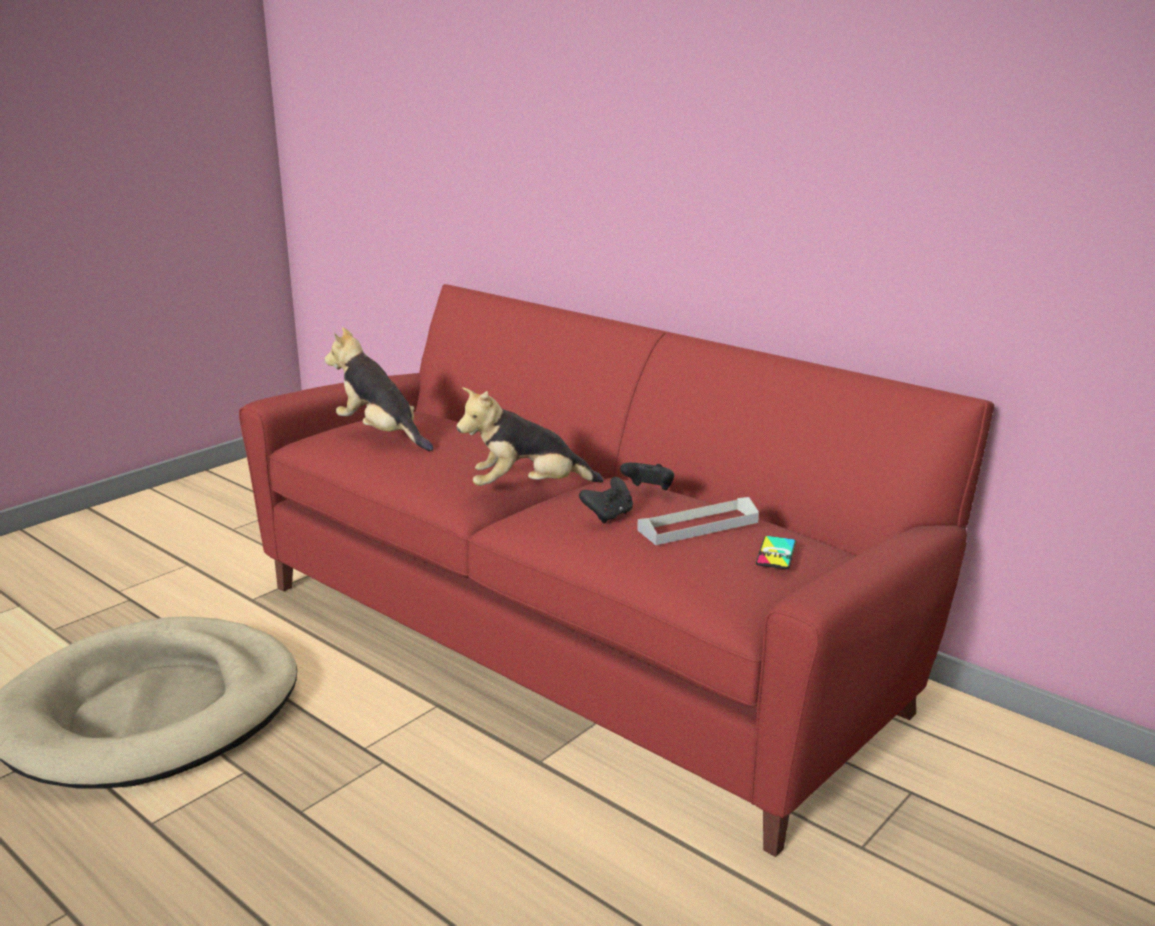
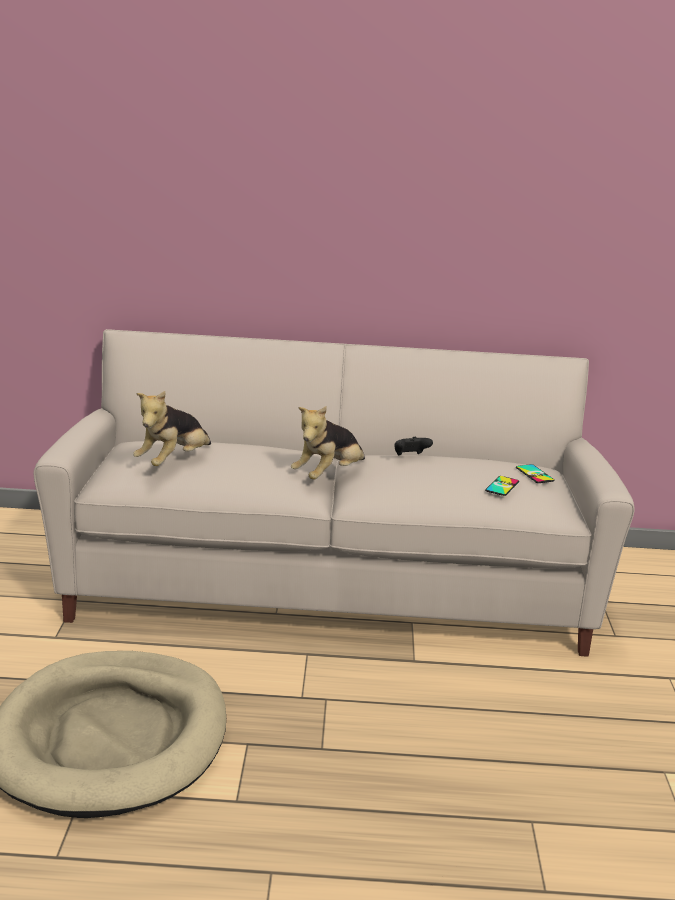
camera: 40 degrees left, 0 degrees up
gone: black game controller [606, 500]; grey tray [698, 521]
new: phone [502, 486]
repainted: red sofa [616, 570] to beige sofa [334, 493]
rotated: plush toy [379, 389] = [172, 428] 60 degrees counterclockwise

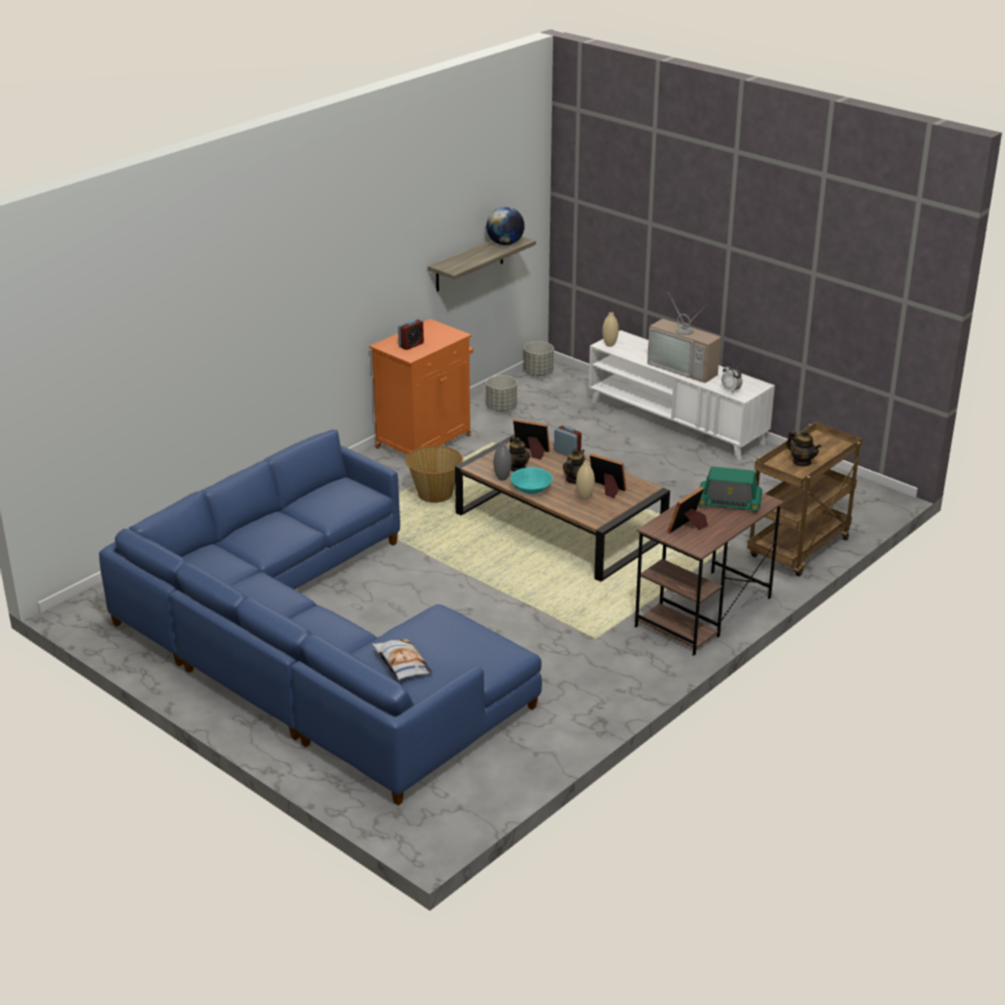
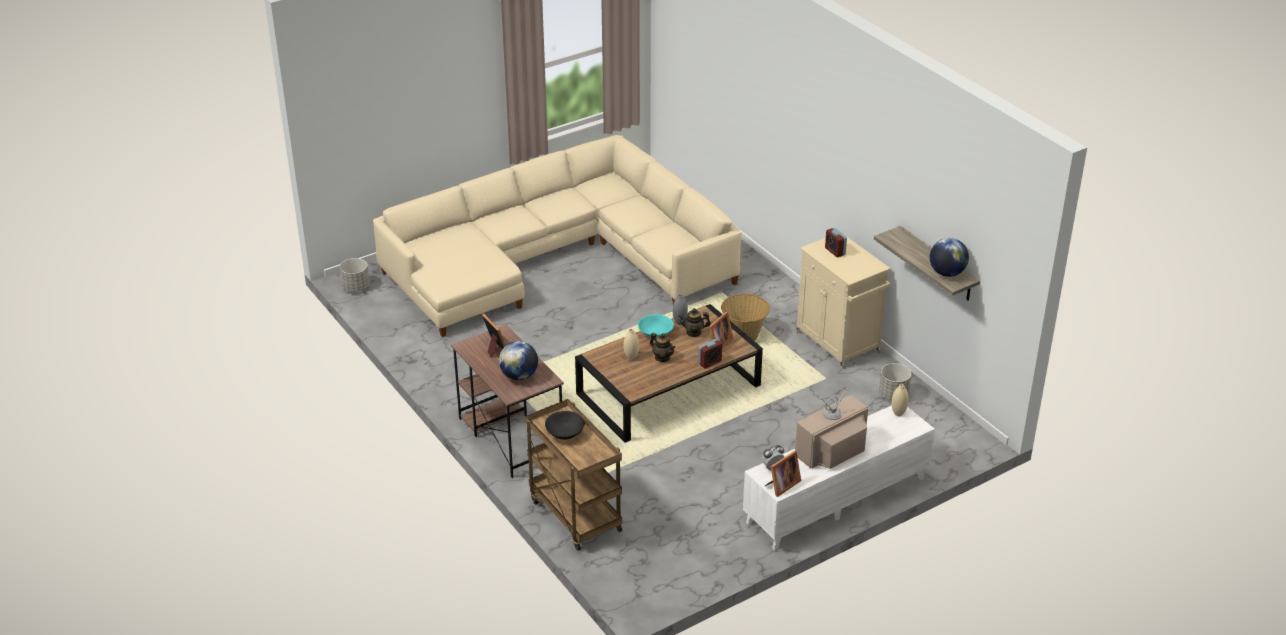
camera: 105 degrees right, 5 degrees up
gone: pillow [402, 659]
shifted: grey planter [539, 358] to [355, 275]; picture frame [608, 476] to [783, 474]
swapped: radio [730, 489] to globe [518, 360]; teapot [803, 448] to black bowl [565, 425]
repainted: blue sofa [320, 617] to beige sofa [557, 236]; orange cabinet [421, 387] to beige cabinet [843, 302]

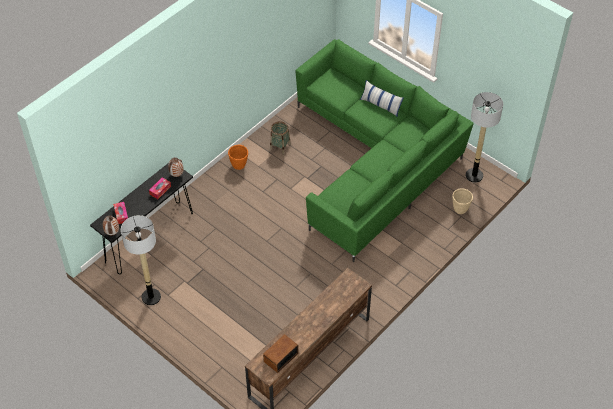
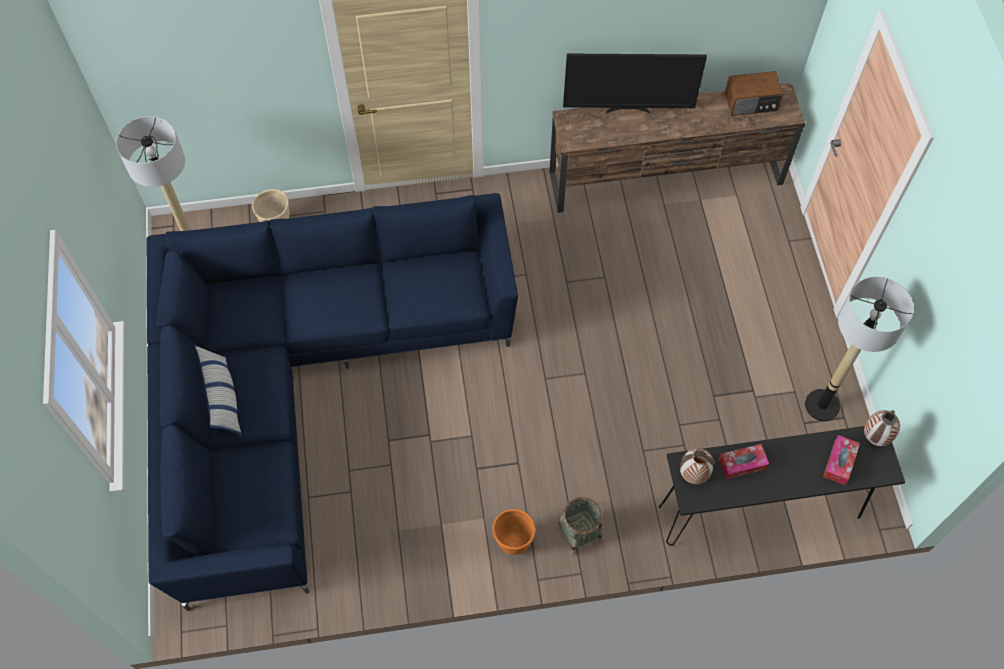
camera: 140 degrees left, 10 degrees up
new: television [635, 84]
shifted: basket [280, 137] to [579, 526]
repainted: green sofa [384, 150] to blue sofa [332, 402]

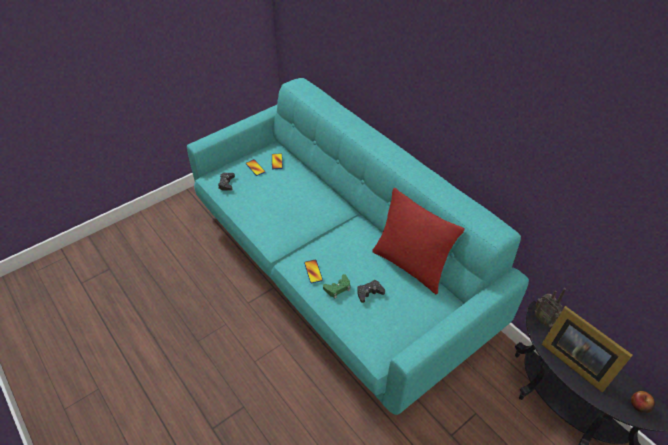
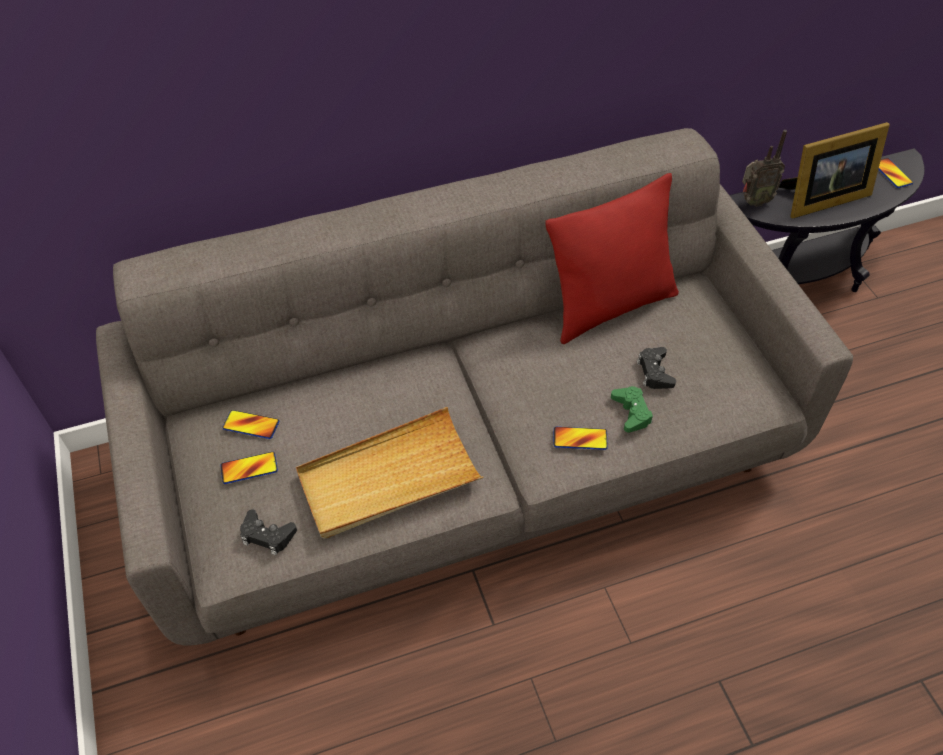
camera: 70 degrees left, 5 degrees up
new: beige tray [389, 472]
swapped: apple [643, 402] to phone [895, 173]
repainted: turquoise sofa [358, 246] to grey sofa [474, 387]

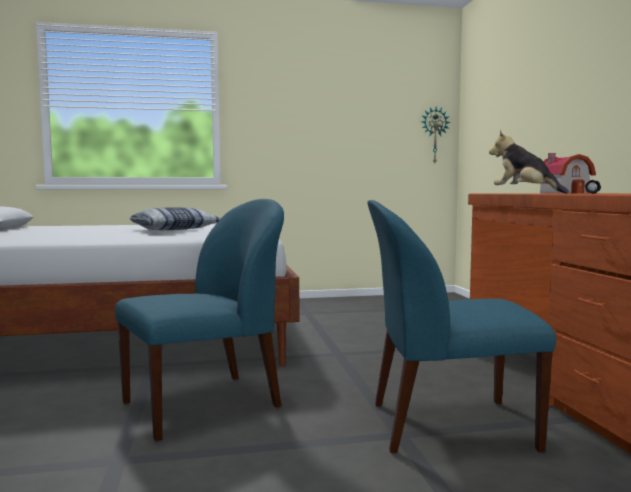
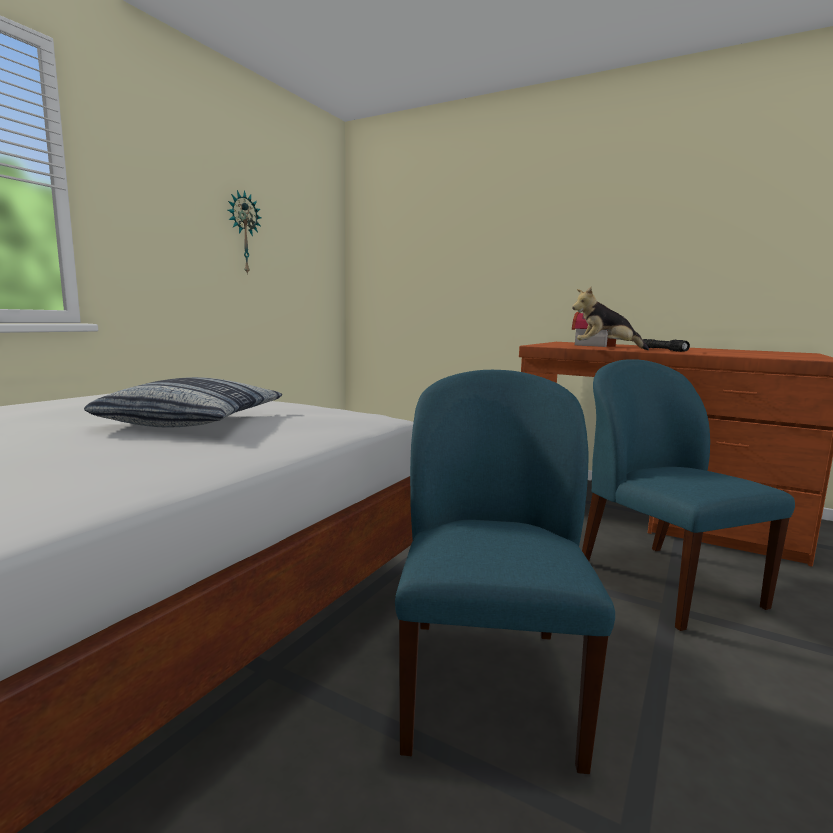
camera: 50 degrees left, 5 degrees up
shifted: wall clock [436, 134] to [244, 232]
rotated: blue chair [461, 326] = [688, 495] 120 degrees clockwise

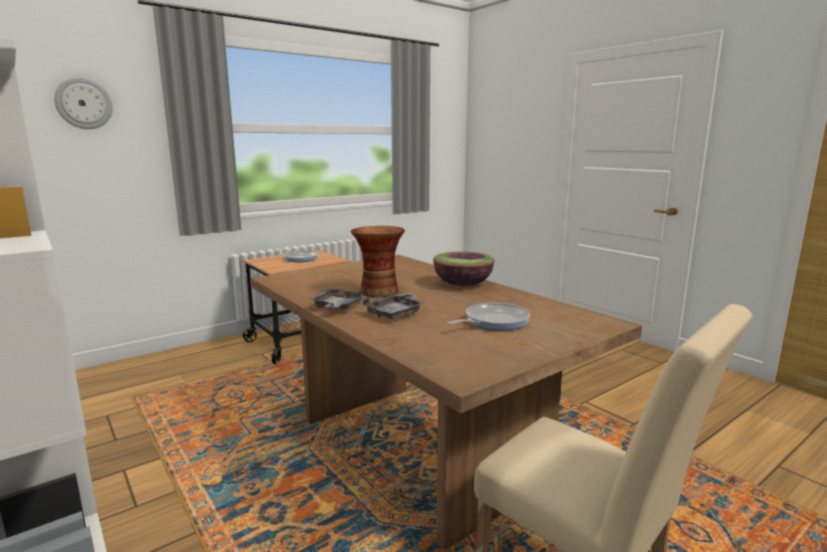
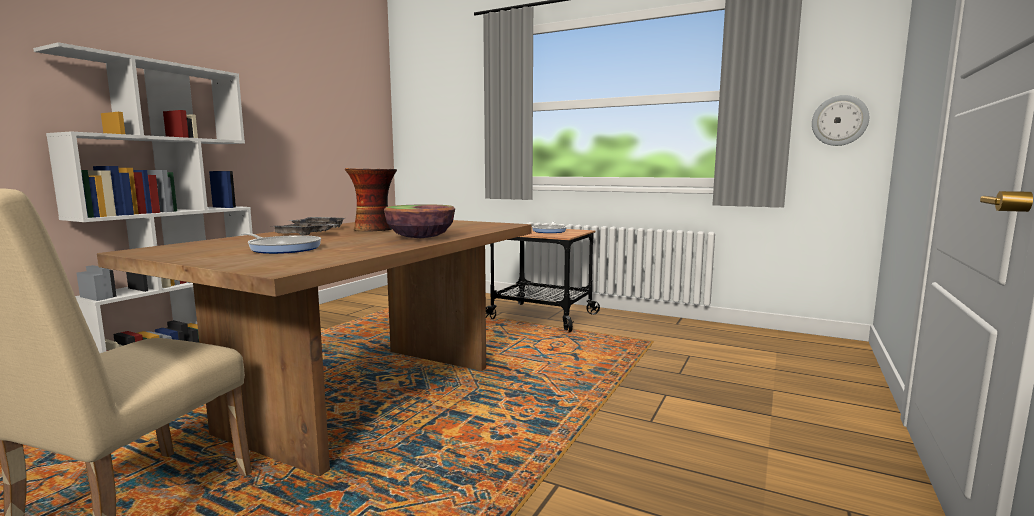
camera: 65 degrees right, 5 degrees down
shifted: wall clock [83, 103] to [840, 120]

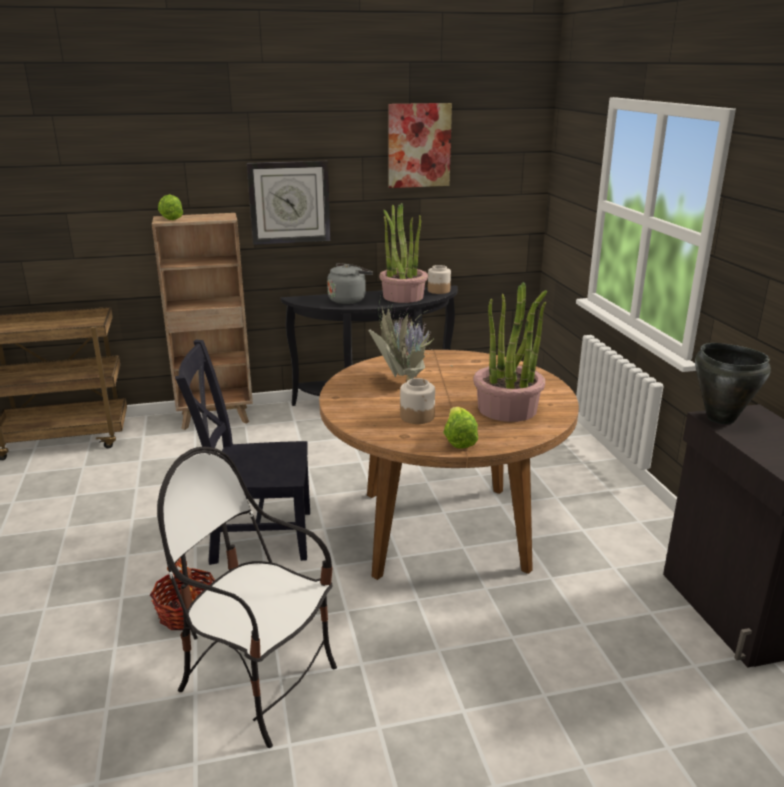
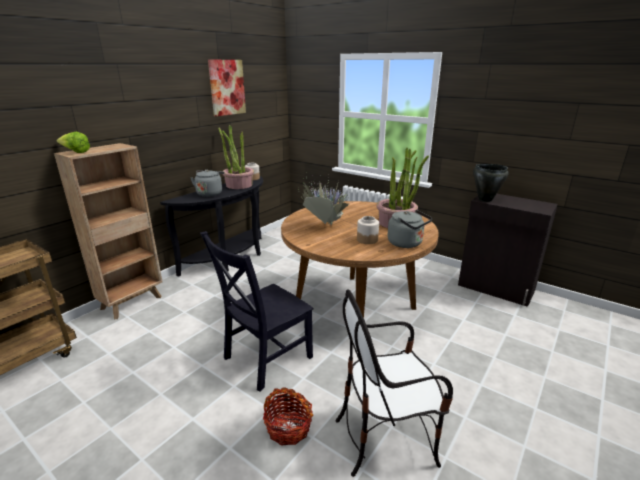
camera: 40 degrees left, 0 degrees up
gone: wall clock [289, 203]
swapped: lettuce [460, 428] to grey kettle [409, 229]

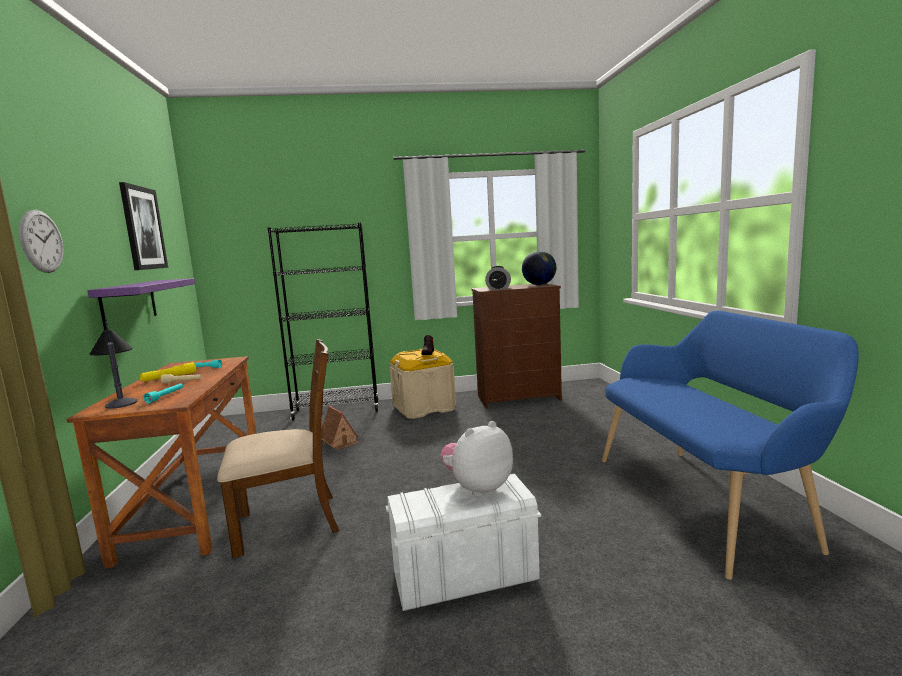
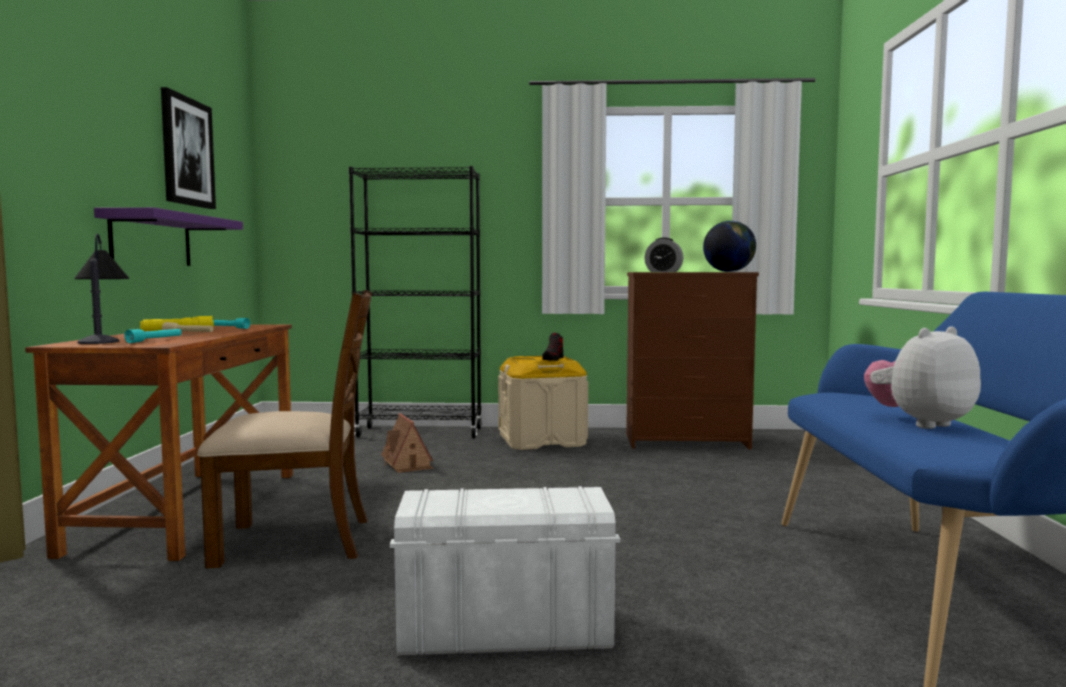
camera: 10 degrees right, 5 degrees down
gone: wall clock [41, 241]
shifted: plush toy [477, 459] to [922, 377]

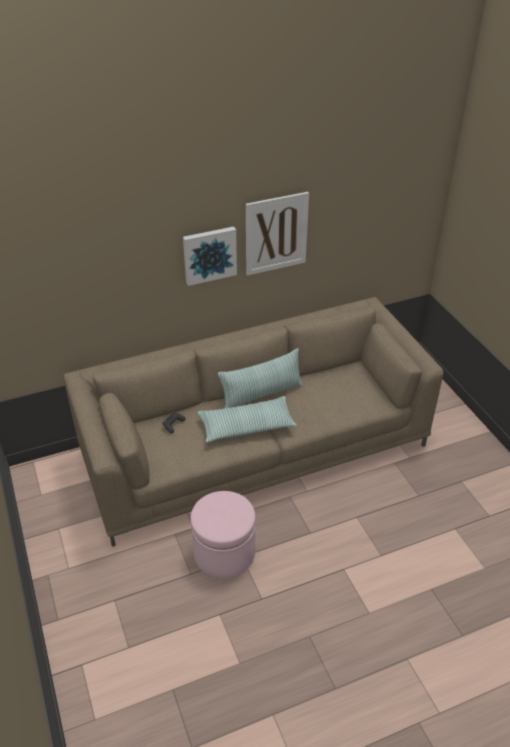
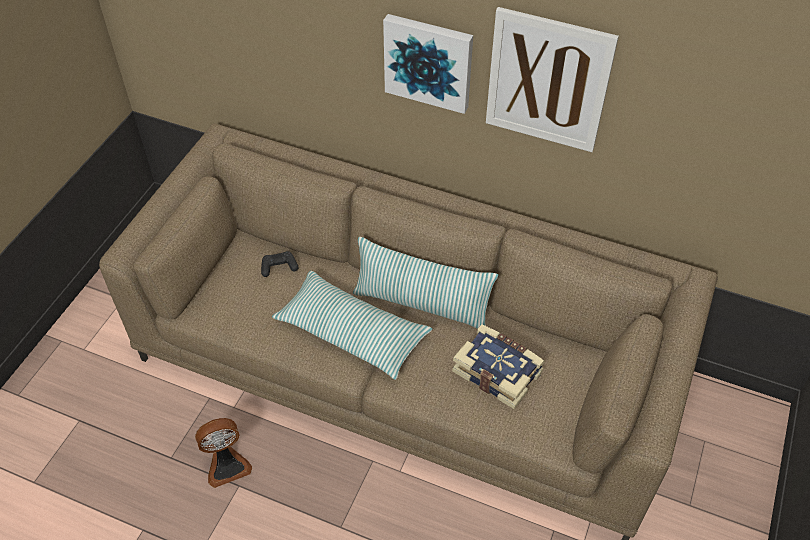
camera: 45 degrees right, 10 degrees up
new: book [498, 366]
swapped: pink ottoman [223, 535] to fan [223, 453]

